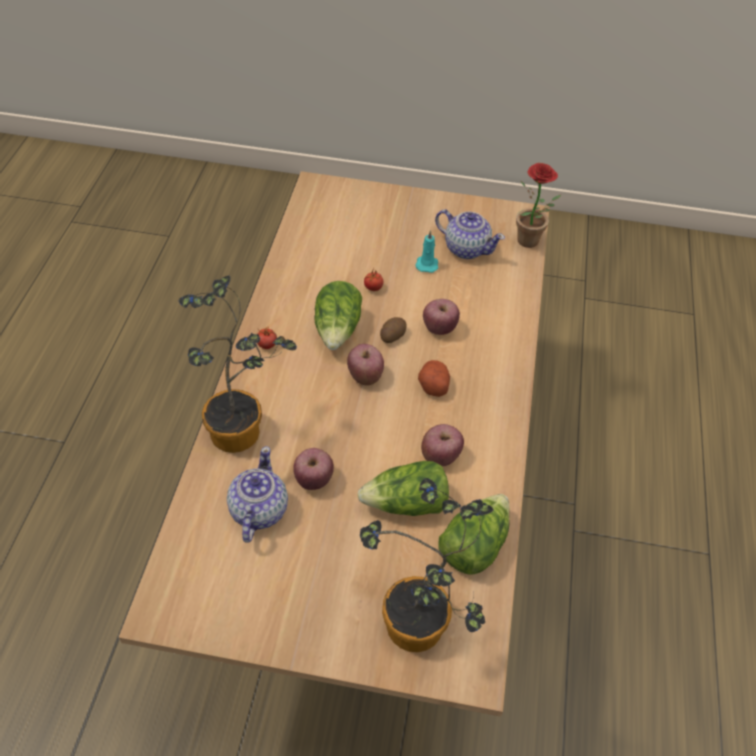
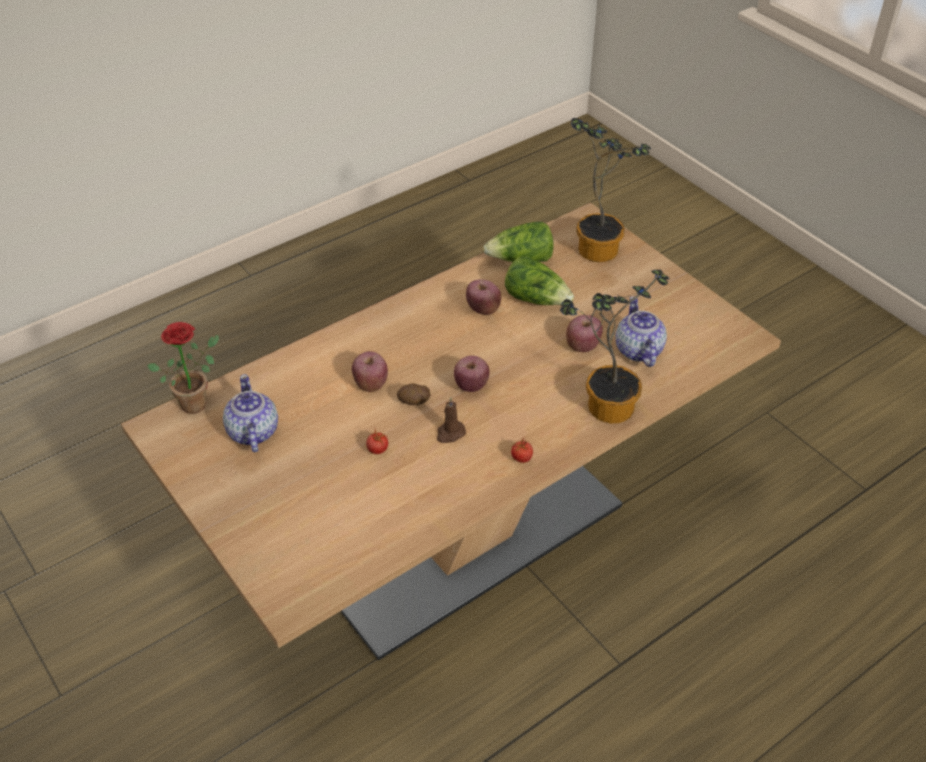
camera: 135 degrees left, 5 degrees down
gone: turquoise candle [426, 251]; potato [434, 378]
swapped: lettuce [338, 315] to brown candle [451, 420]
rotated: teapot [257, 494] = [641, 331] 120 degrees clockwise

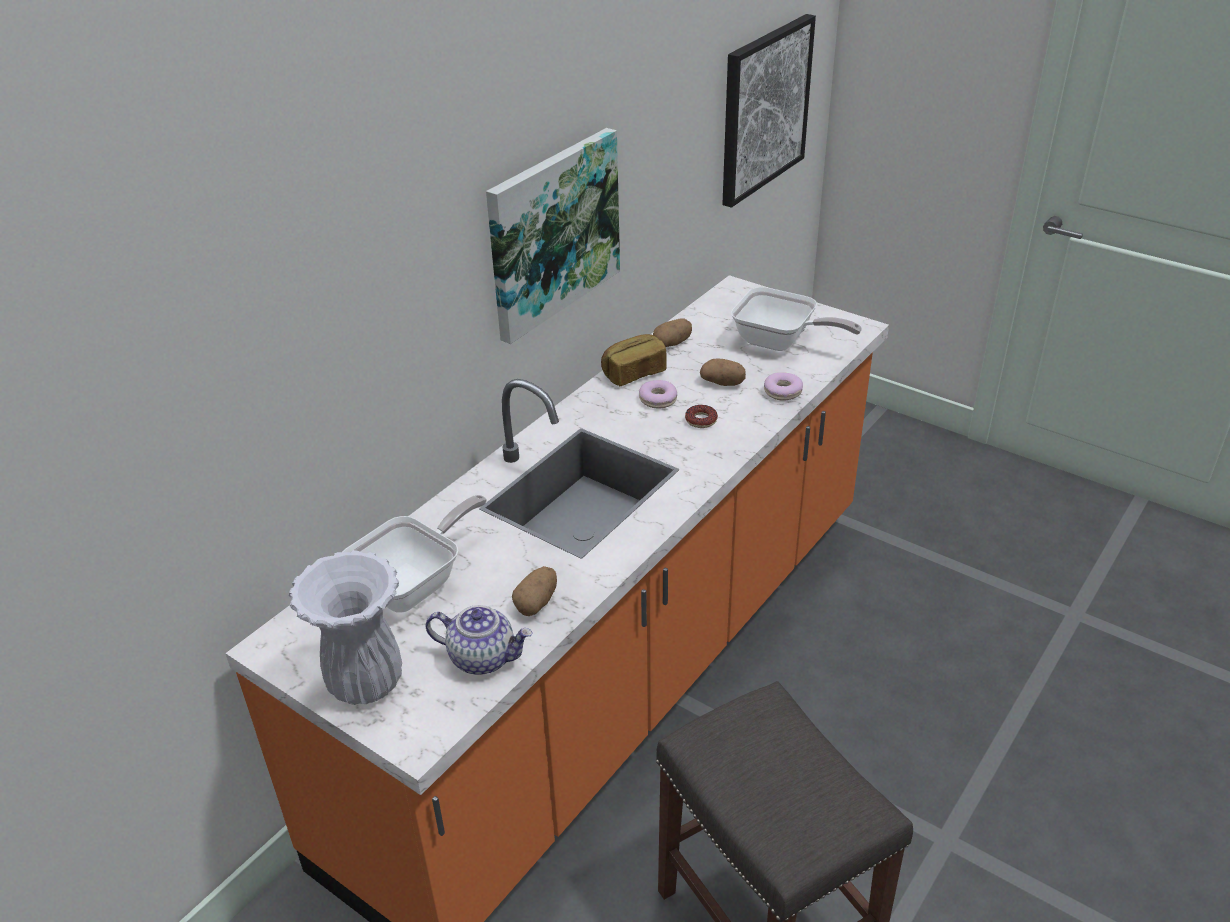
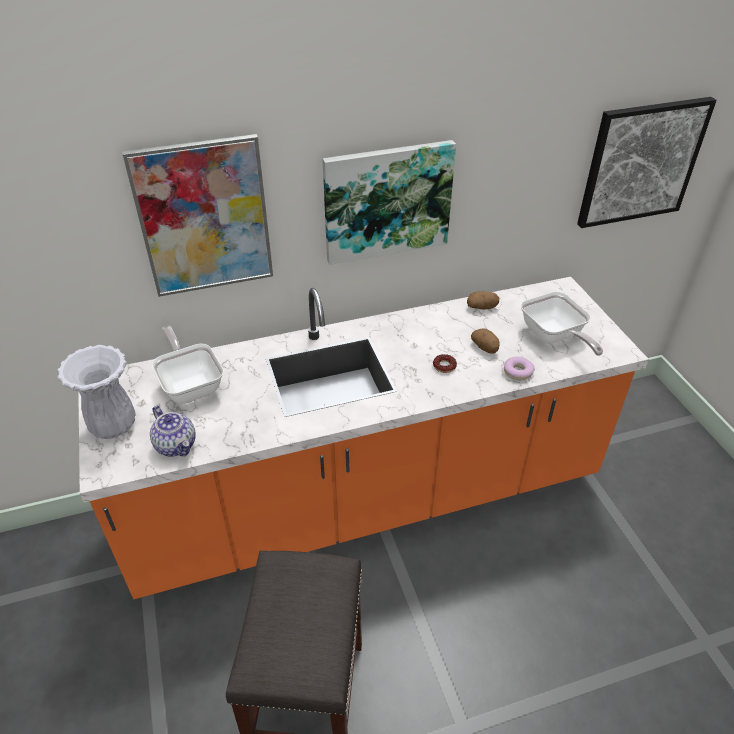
camera: 35 degrees right, 5 degrees up
gone: potato [534, 591]; bread [634, 360]; donut [658, 394]
new: picture [197, 215]
rotated: frying pan [414, 554] = [188, 365] 105 degrees counterclockwise

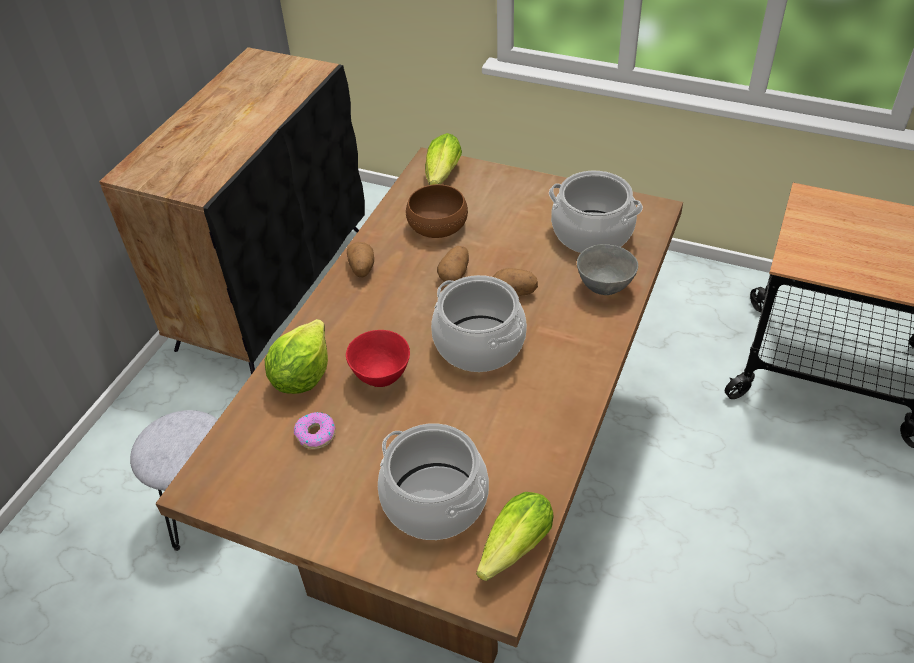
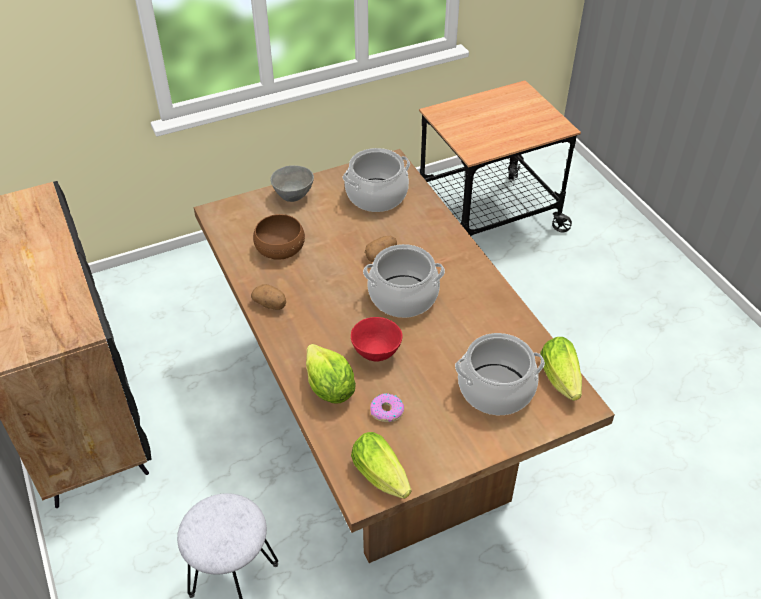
camera: 50 degrees left, 0 degrees up
gone: potato [453, 265]
shifted: lettuce [443, 159] to [381, 465]; grey bowl [607, 269] to [292, 183]

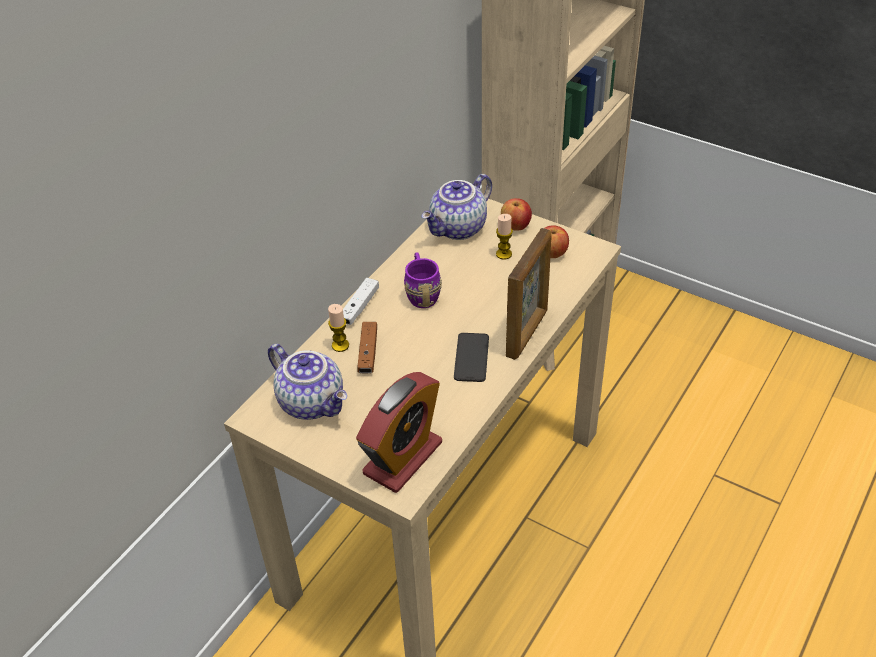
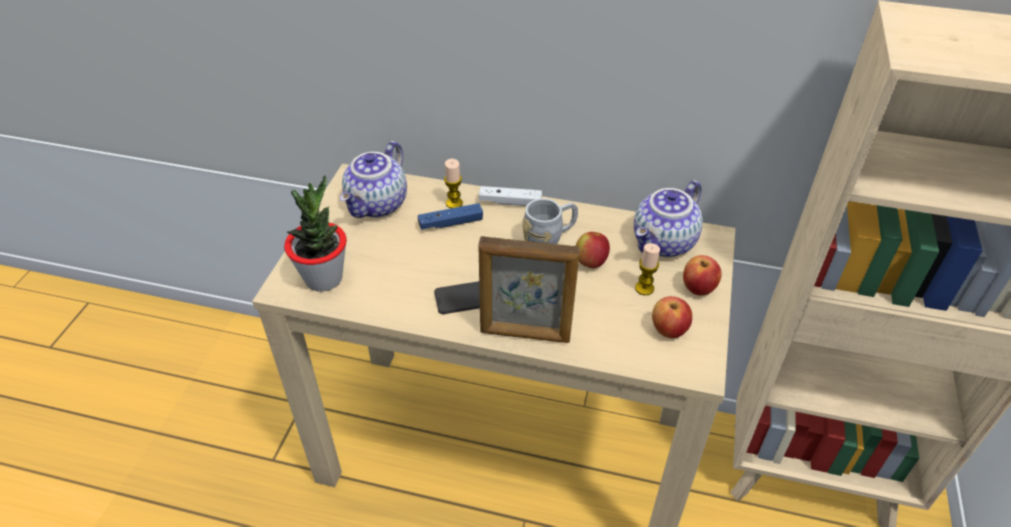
camera: 70 degrees right, 0 degrees up
new: apple [593, 250]
swapped: alarm clock [399, 432] to potted plant [315, 233]
repainted: brown game controller [367, 347] to blue game controller [450, 216]; purple mug [423, 280] to grey mug [550, 221]
rotated: teapot [457, 207] = [668, 218] 75 degrees counterclockwise

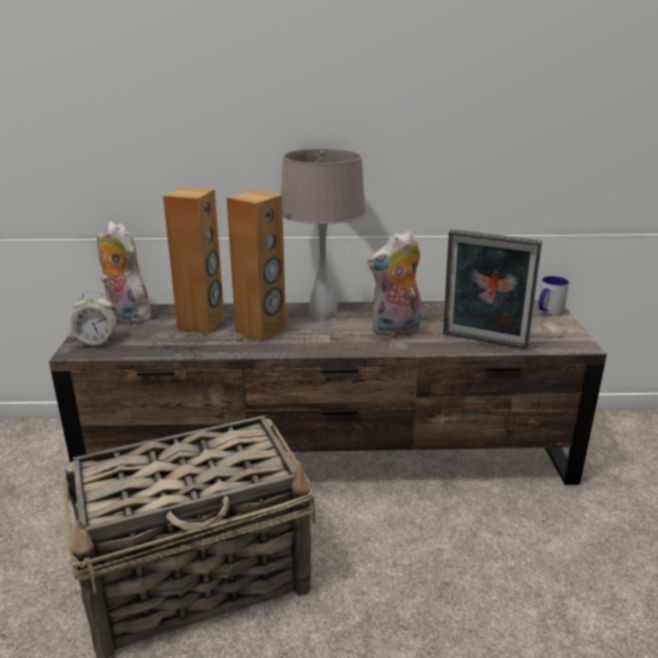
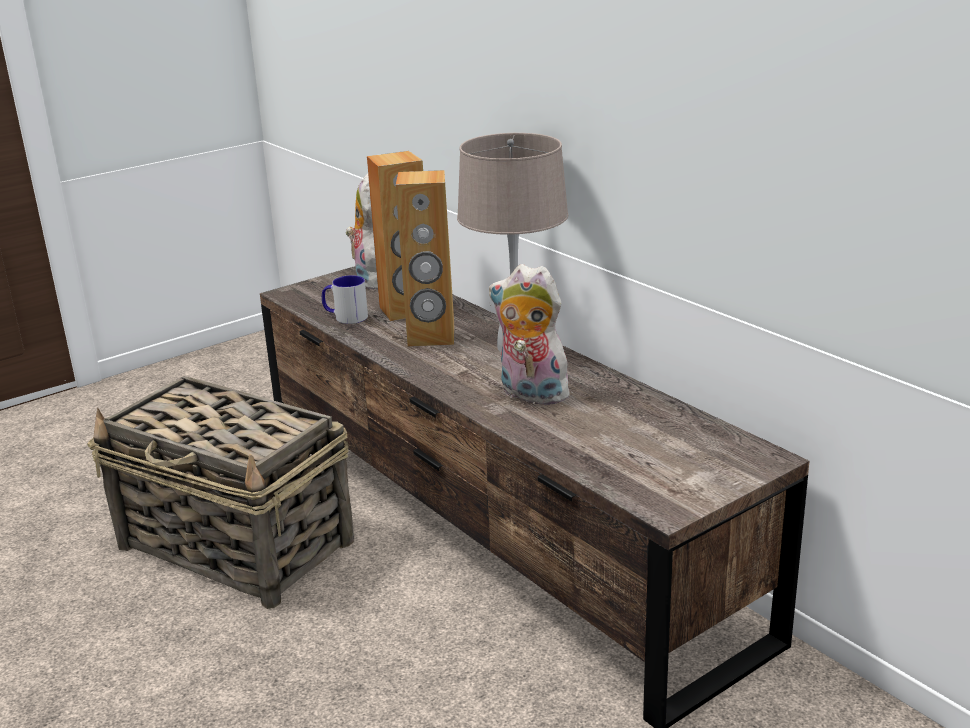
camera: 55 degrees right, 0 degrees up
gone: alarm clock [94, 318]; picture frame [492, 289]
shifted: mug [553, 295] to [345, 299]

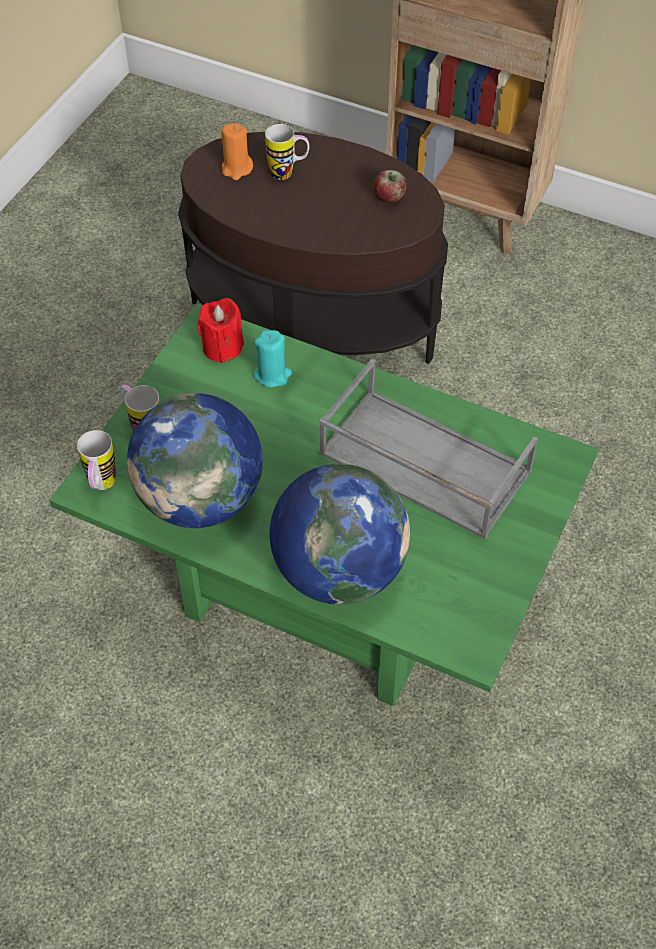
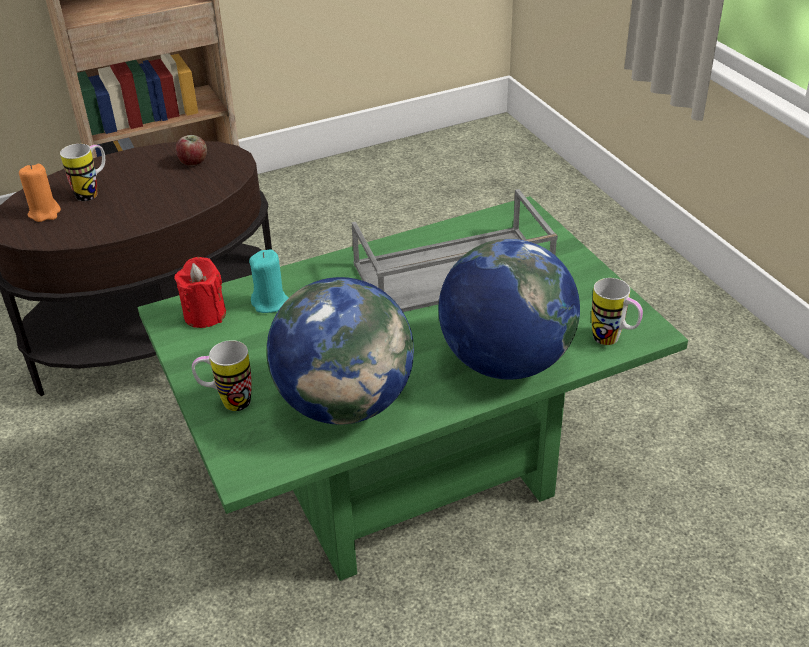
camera: 50 degrees left, 15 degrees down
shifted: mug [96, 460] to [617, 311]

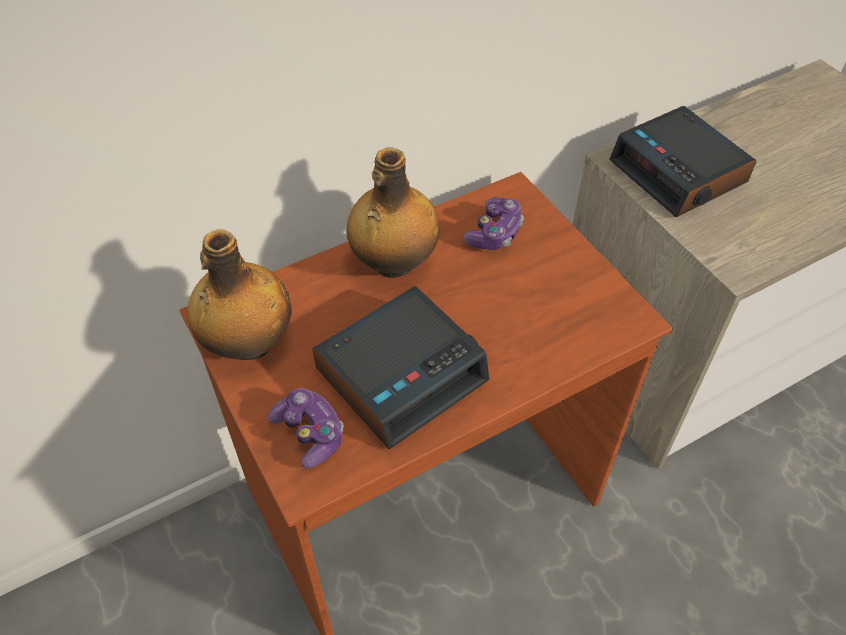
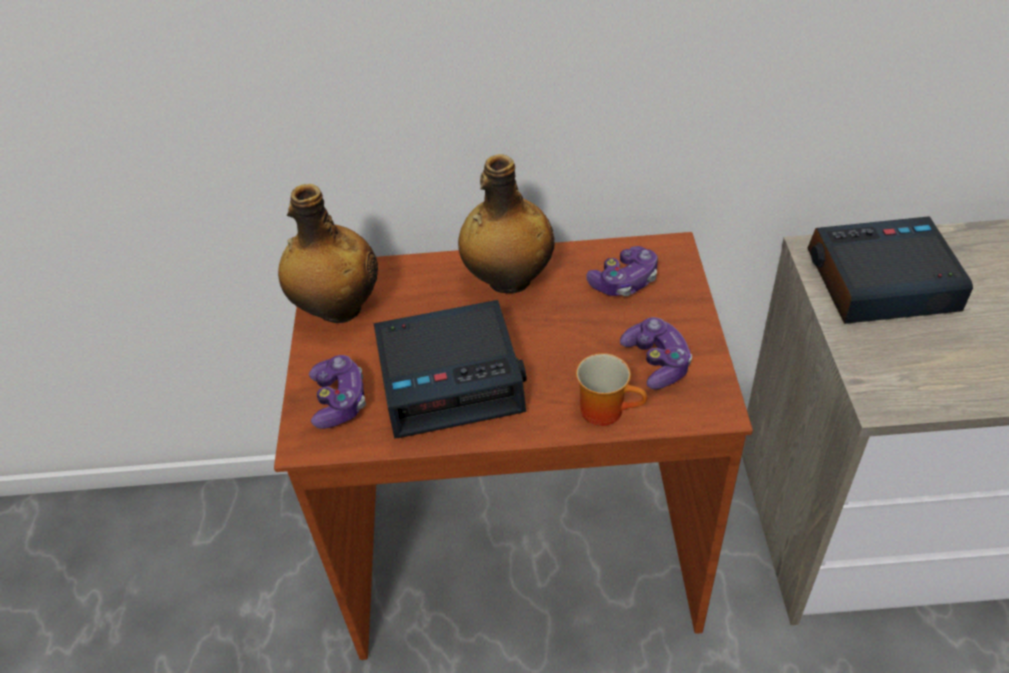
camera: 30 degrees right, 5 degrees down
new: mug [611, 389]; game controller [656, 353]
rotated: alarm clock [683, 161] = [890, 270] 90 degrees clockwise

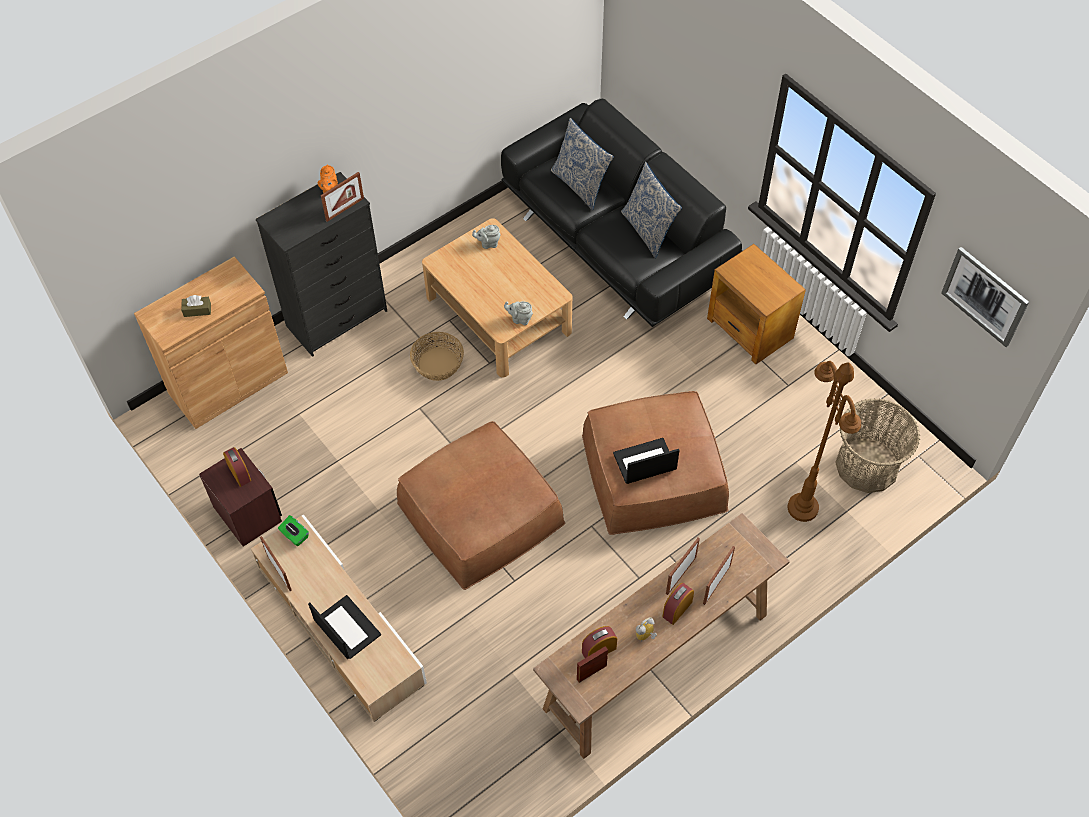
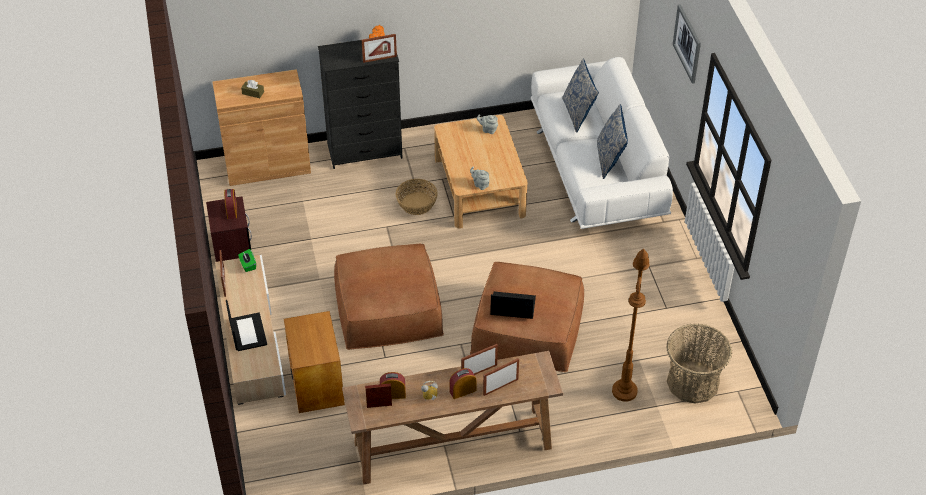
camera: 25 degrees right, 10 degrees down
shifted: brown side table [756, 304] to [314, 362]; picture [985, 297] to [687, 44]
repainted: black sofa [621, 213] to white sofa [602, 143]

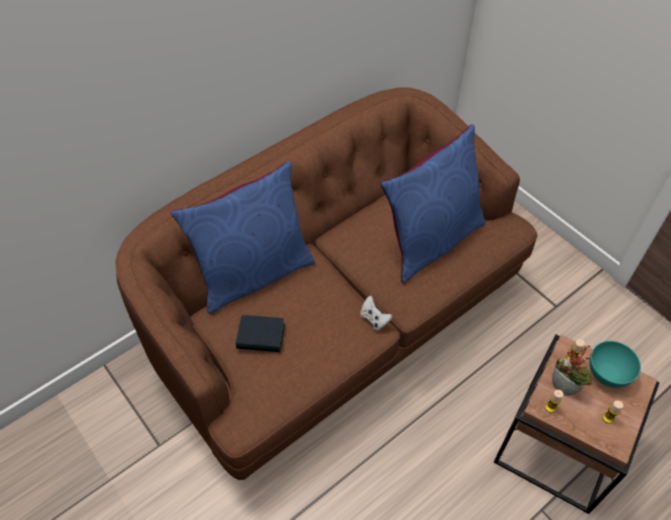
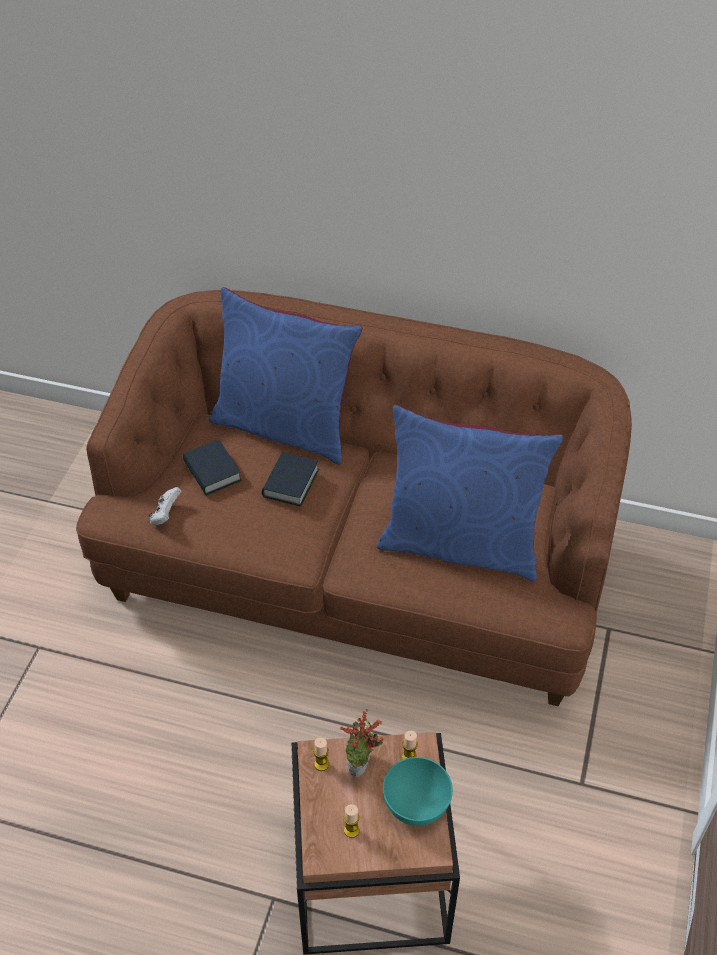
camera: 55 degrees right, 5 degrees down
new: book [290, 479]
shifted: white game controller [376, 313] to [164, 506]

